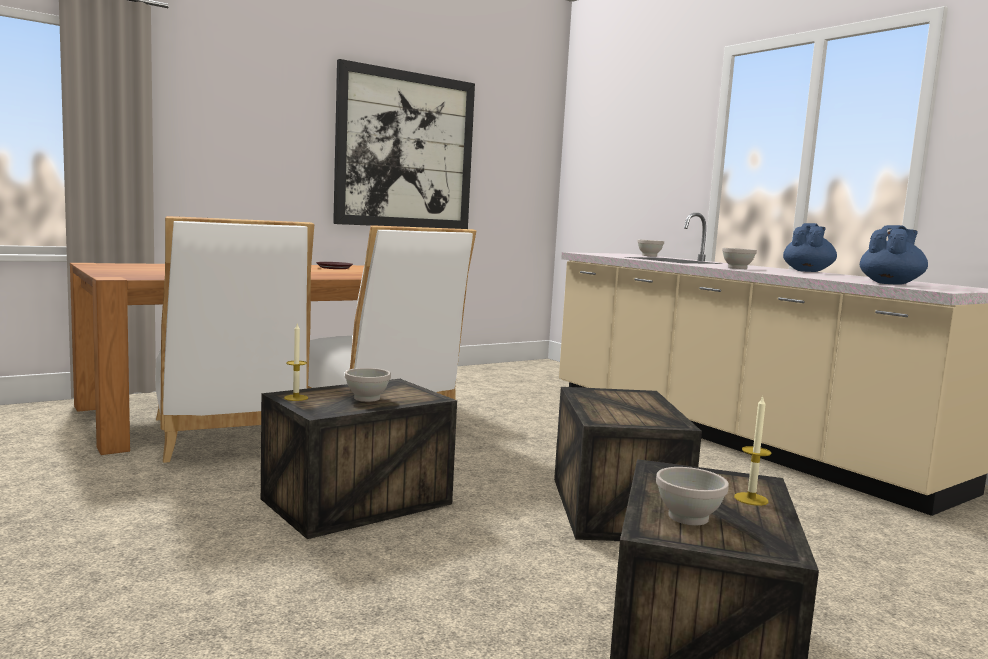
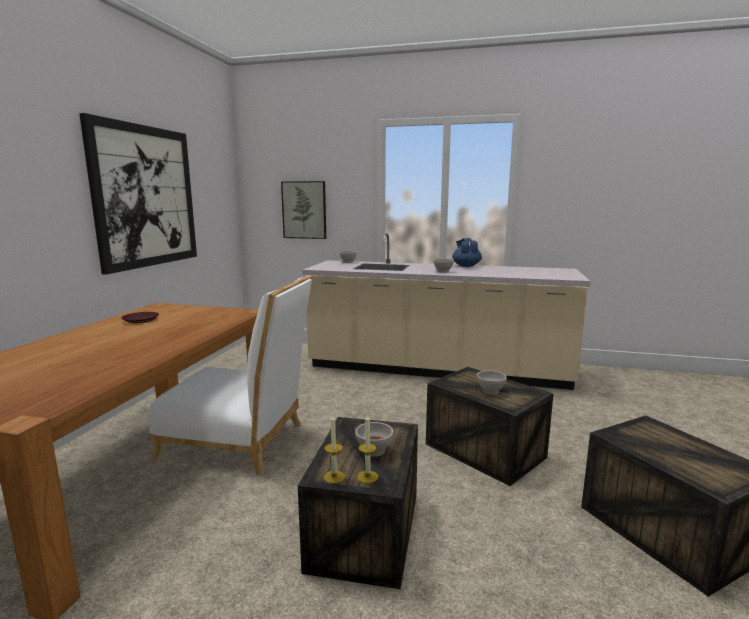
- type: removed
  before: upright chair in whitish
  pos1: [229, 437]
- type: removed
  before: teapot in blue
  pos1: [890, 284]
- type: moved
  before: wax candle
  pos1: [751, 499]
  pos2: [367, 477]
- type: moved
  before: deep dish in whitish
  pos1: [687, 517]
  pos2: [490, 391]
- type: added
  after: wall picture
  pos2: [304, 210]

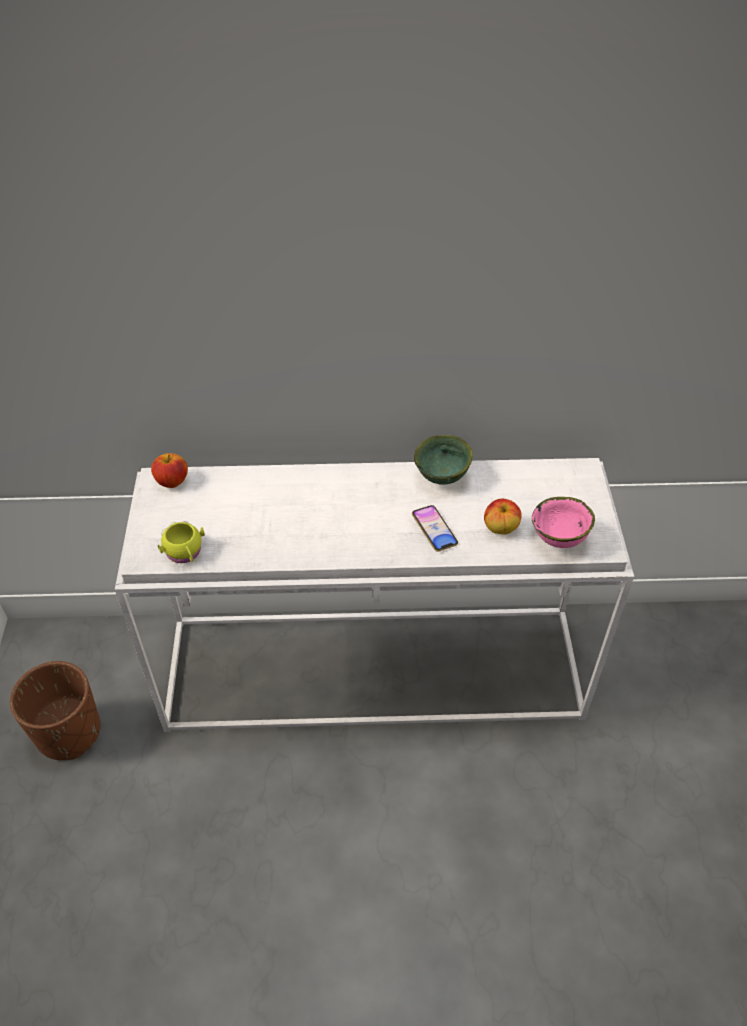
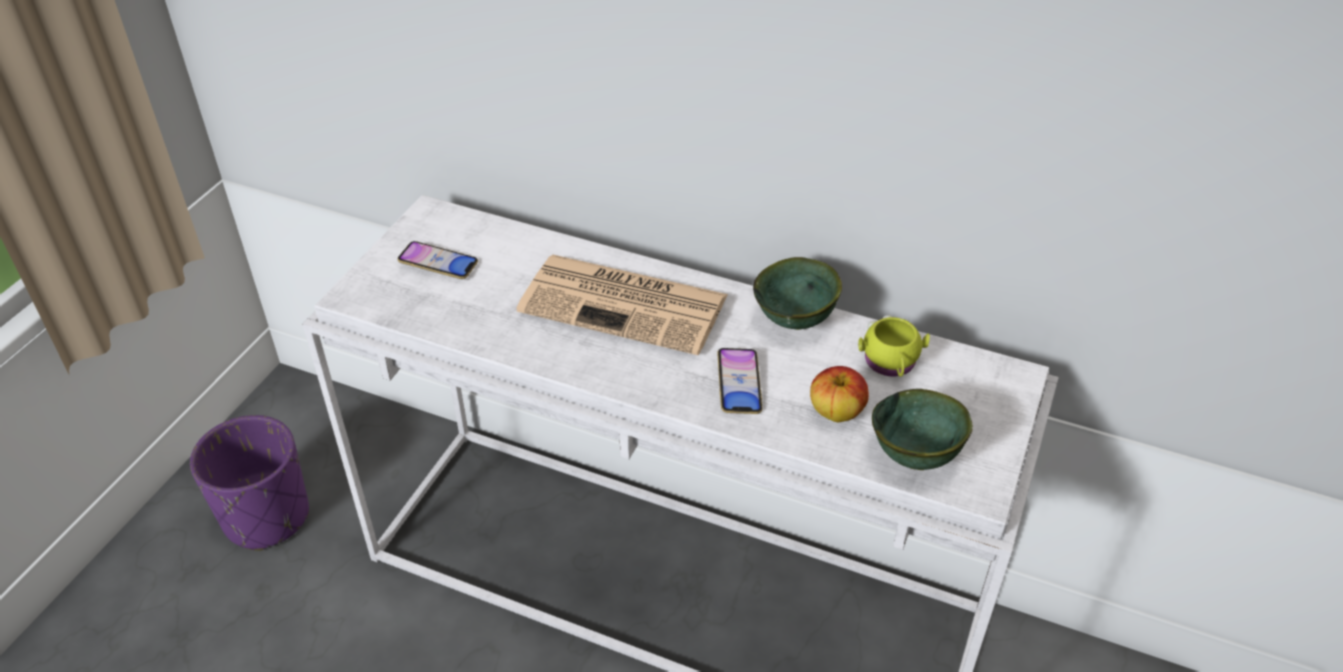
- type: removed
  before: whole apple
  pos1: [172, 481]
- type: recoloured
  before: deep dish in pink-coloured
  after: deep dish in greenish
  pos1: [559, 540]
  pos2: [914, 458]
- type: moved
  before: coffee mug in yellow
  pos1: [185, 553]
  pos2: [890, 364]
- type: recoloured
  before: flower pot in brownish
  after: flower pot in purple-coloured
  pos1: [69, 732]
  pos2: [267, 517]
- type: added
  after: telephone
  pos2: [438, 264]
- type: added
  after: printed paper
  pos2: [627, 304]

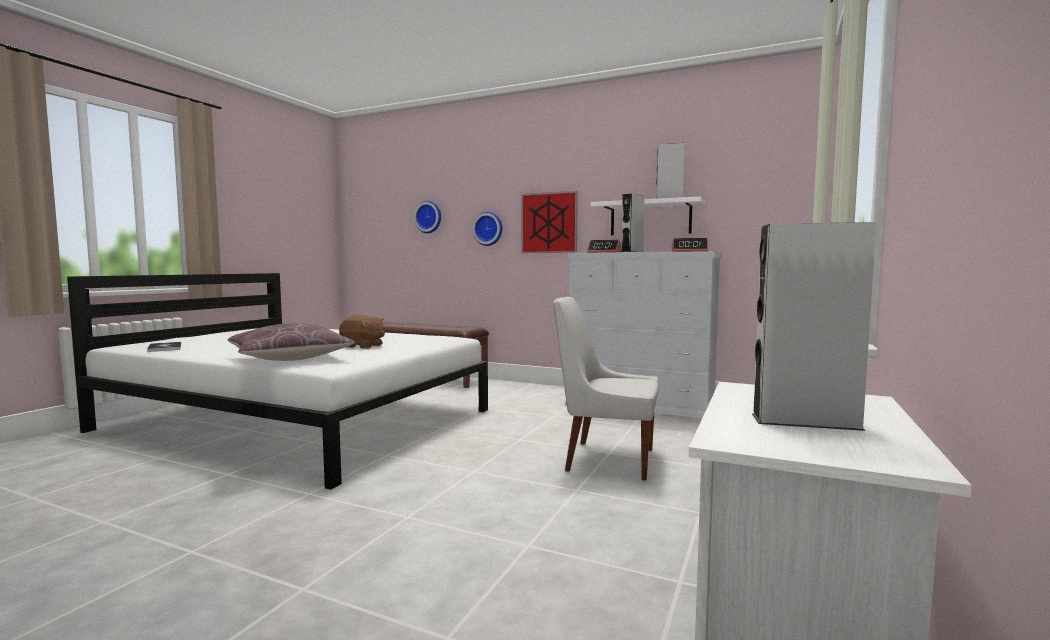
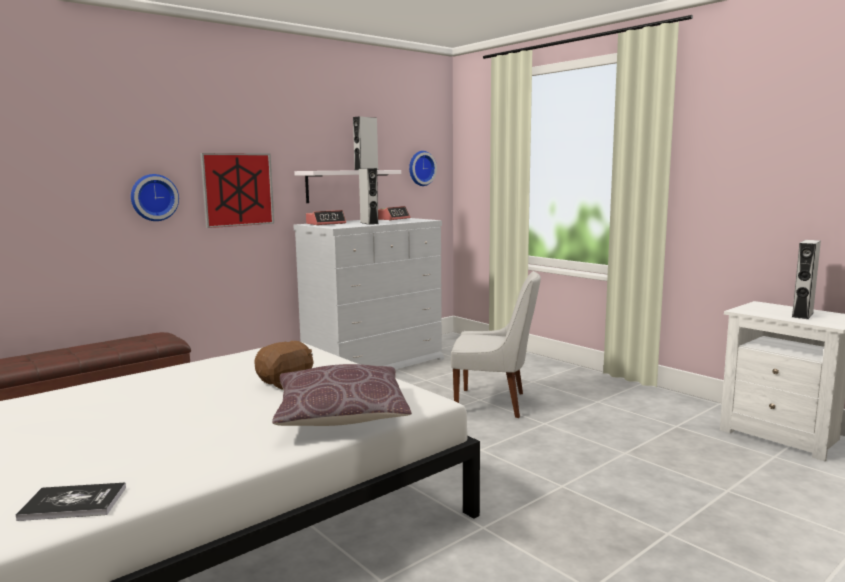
- type: moved
  before: clock on the wall
  pos1: [429, 217]
  pos2: [420, 168]
- type: turned
  before: upright chair in whitish
  pos1: [606, 460]
  pos2: [493, 403]
  turn: -120

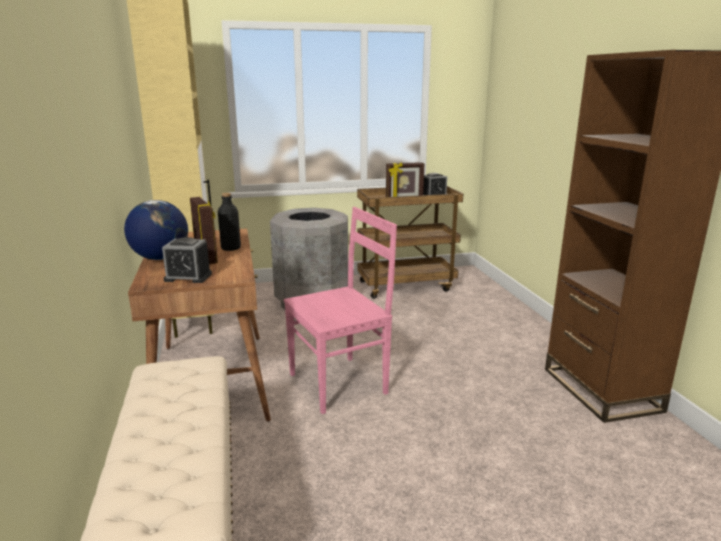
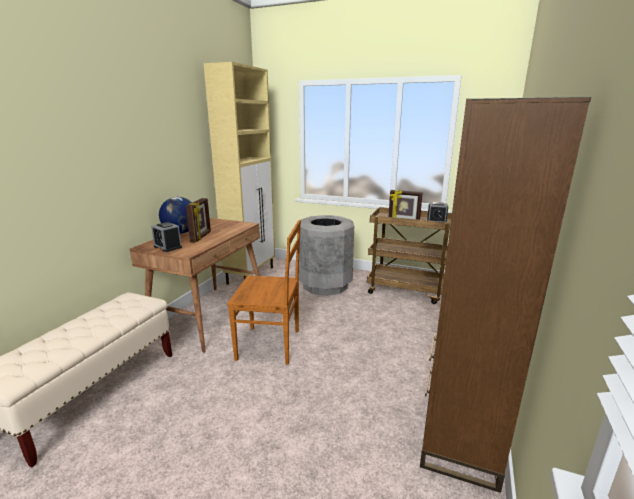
- type: removed
  before: drink bottle in blackish
  pos1: [231, 248]
- type: recoloured
  before: upright chair in pink-coloured
  after: upright chair in brownish
  pos1: [340, 383]
  pos2: [270, 345]

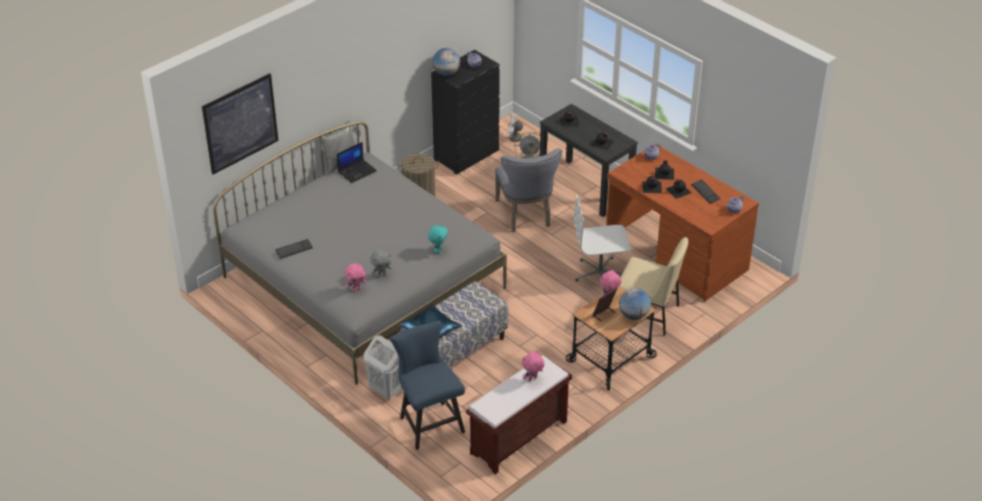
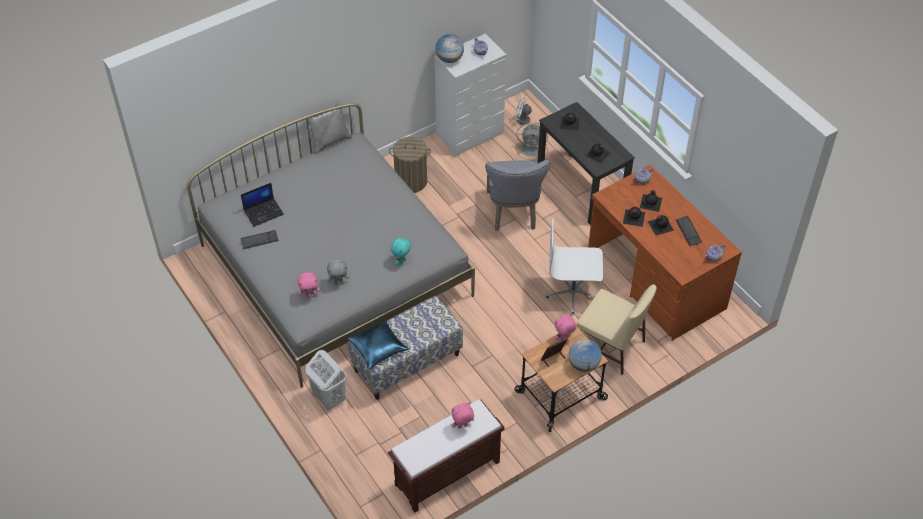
- type: recoloured
  before: dresser in blackish
  after: dresser in whitish
  pos1: [467, 155]
  pos2: [470, 134]
- type: removed
  before: wall picture
  pos1: [240, 123]
- type: moved
  before: notebook computer
  pos1: [357, 171]
  pos2: [263, 212]
- type: removed
  before: upright chair in blue
  pos1: [429, 422]

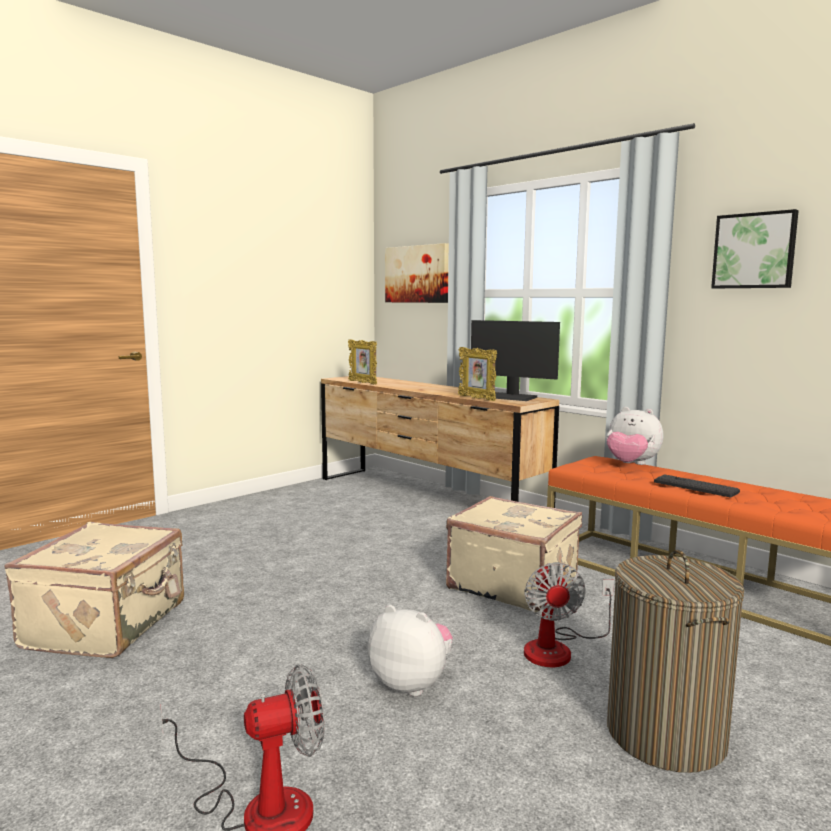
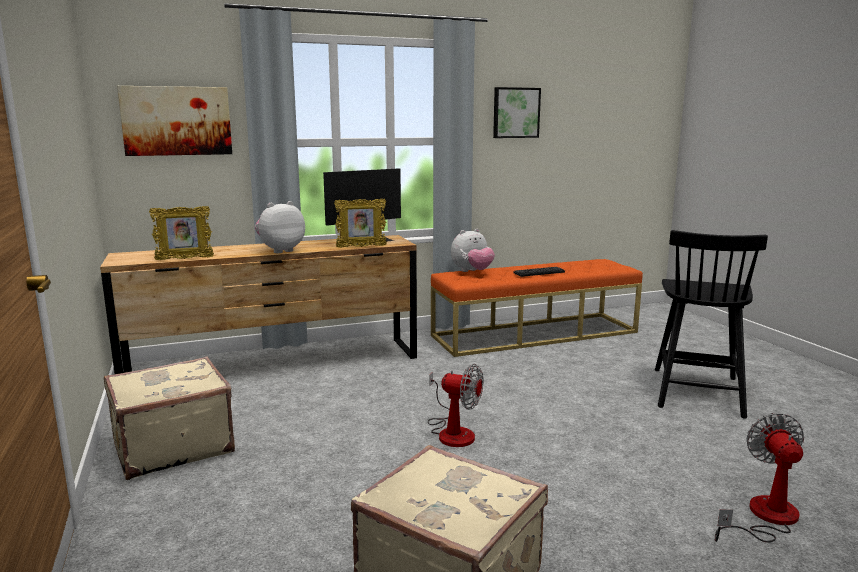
- type: moved
  before: piece of luggage in beige
  pos1: [513, 585]
  pos2: [172, 447]
- type: replaced
  before: laundry basket
  after: upright chair in blackish
  pos1: [665, 734]
  pos2: [697, 391]
- type: moved
  before: fan
  pos1: [558, 648]
  pos2: [452, 431]
- type: moved
  before: plush toy
  pos1: [411, 683]
  pos2: [280, 250]

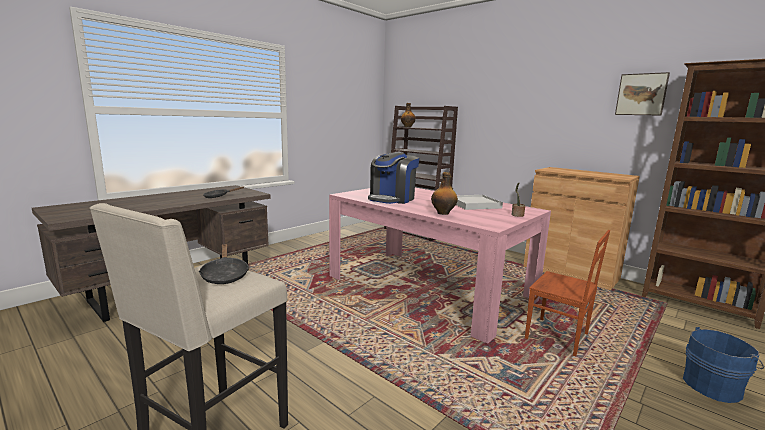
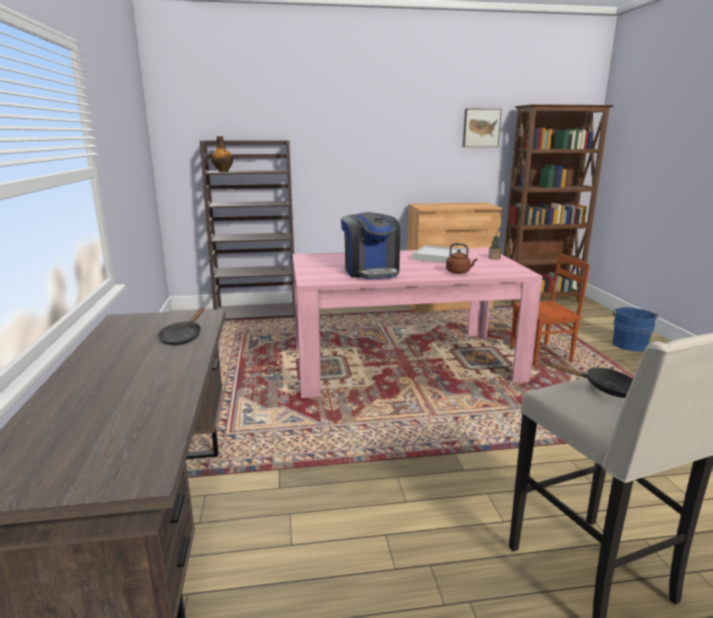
- type: replaced
  before: drink bottle
  after: water kettle in brownish
  pos1: [443, 213]
  pos2: [459, 272]

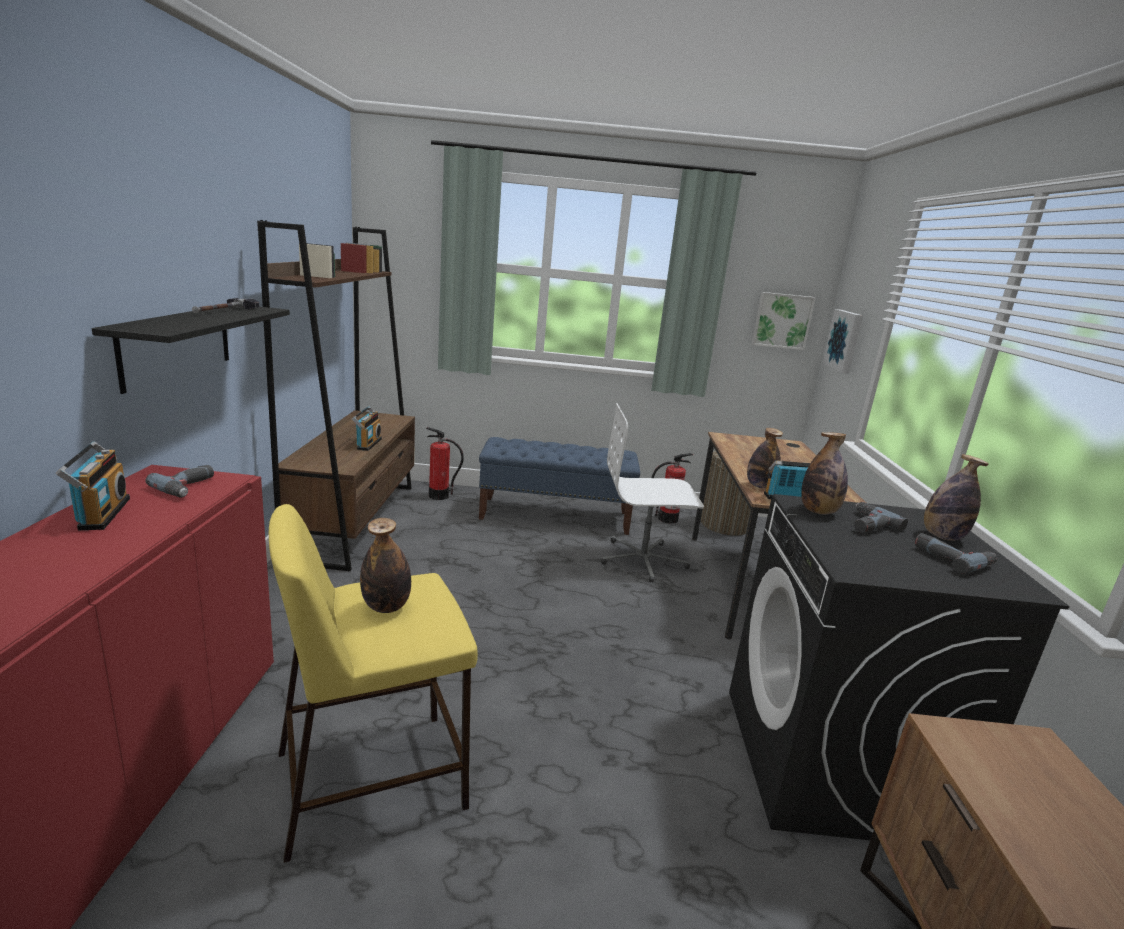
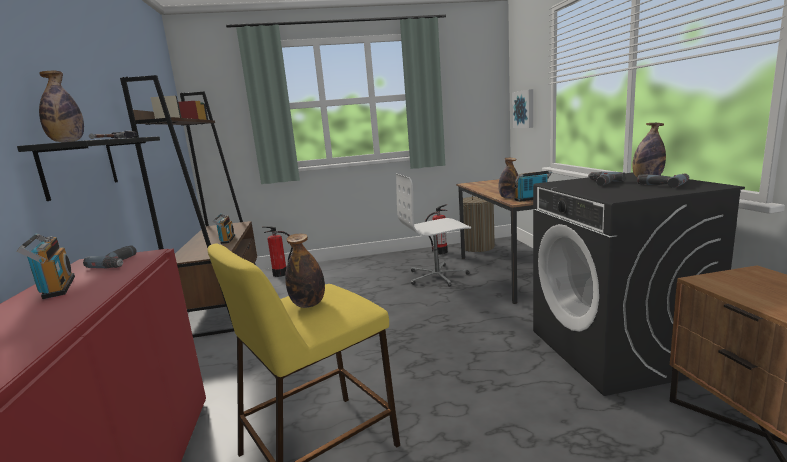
- type: removed
  before: wall picture
  pos1: [782, 320]
- type: moved
  before: drink bottle
  pos1: [818, 511]
  pos2: [67, 142]
- type: removed
  before: indoor bench in blue
  pos1: [555, 515]

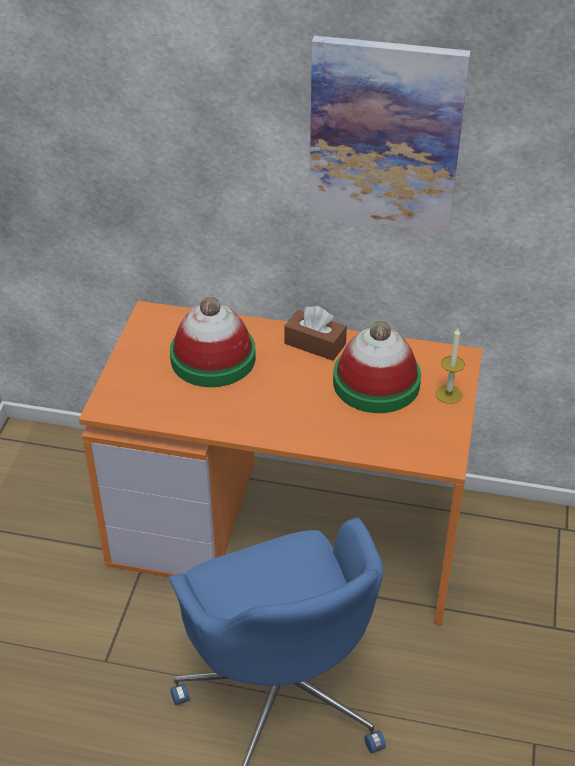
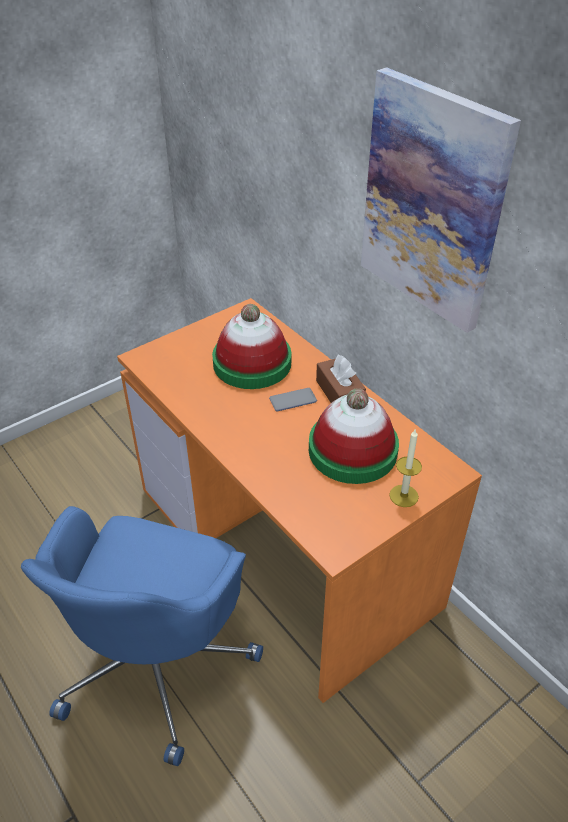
- type: added
  after: telephone
  pos2: [293, 400]

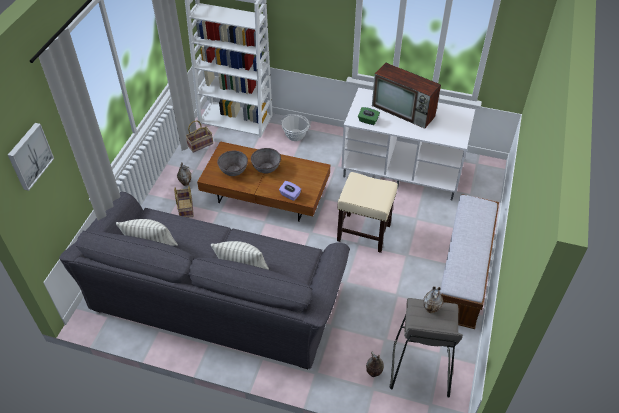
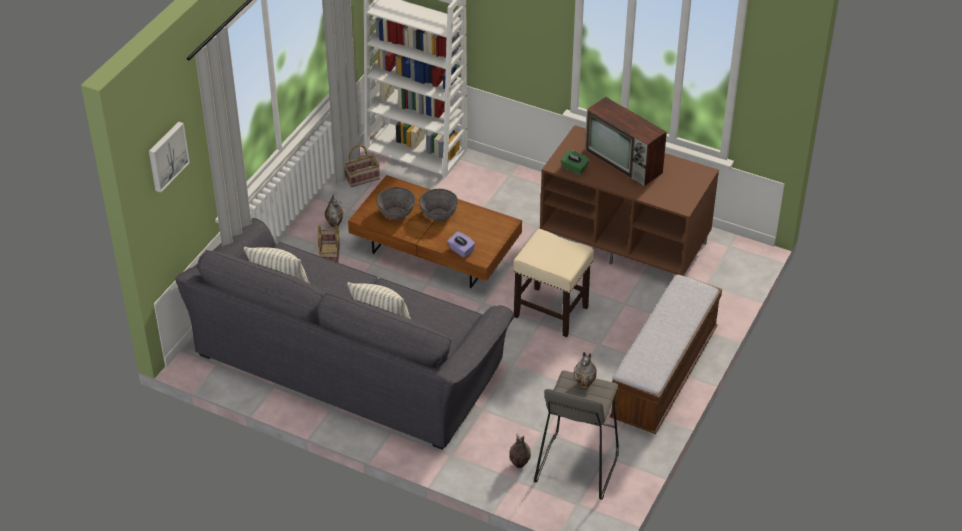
- type: recoloured
  before: tv stand in whitish
  after: tv stand in brownish
  pos1: [403, 170]
  pos2: [626, 242]
- type: removed
  before: storage basket
  pos1: [295, 135]

